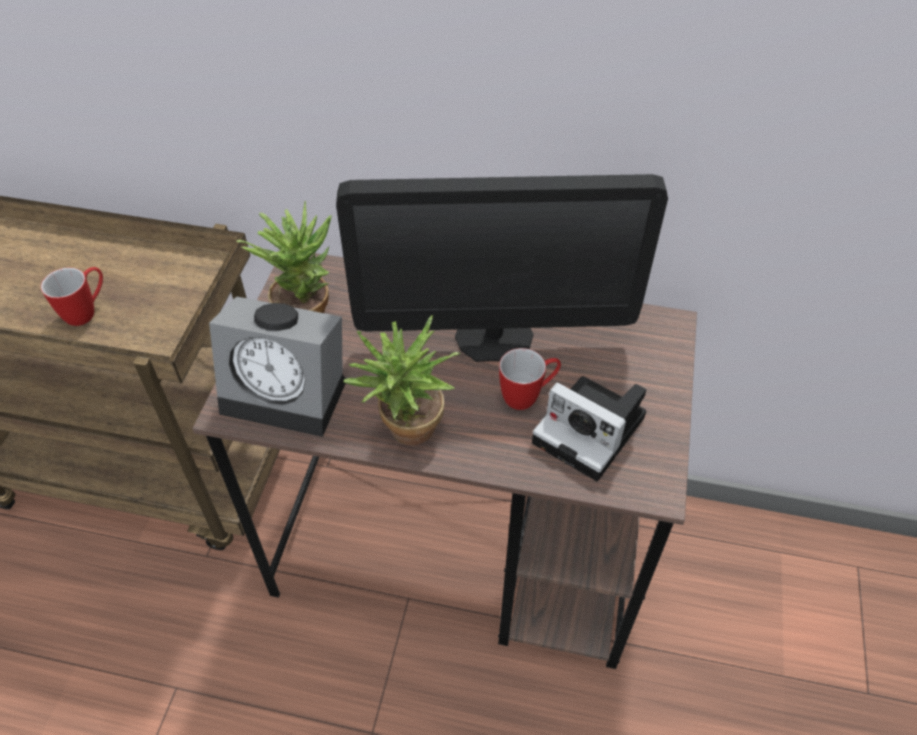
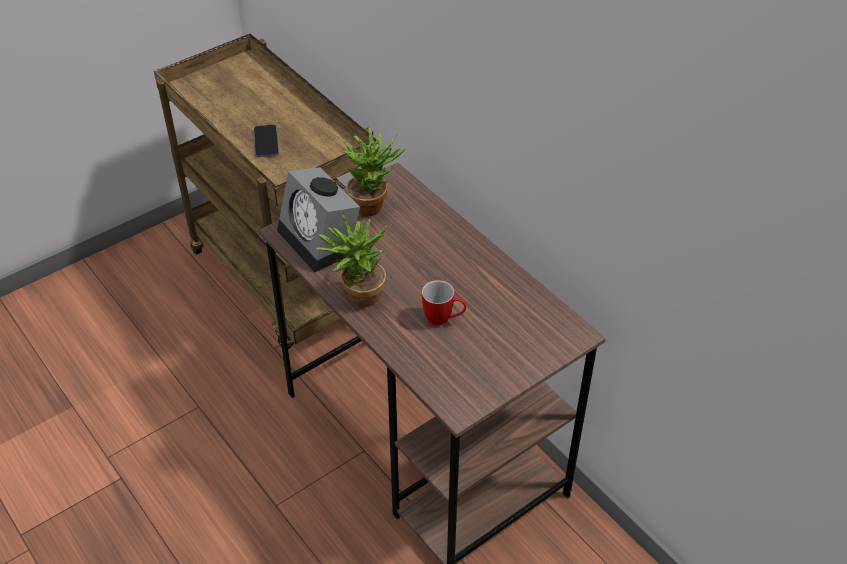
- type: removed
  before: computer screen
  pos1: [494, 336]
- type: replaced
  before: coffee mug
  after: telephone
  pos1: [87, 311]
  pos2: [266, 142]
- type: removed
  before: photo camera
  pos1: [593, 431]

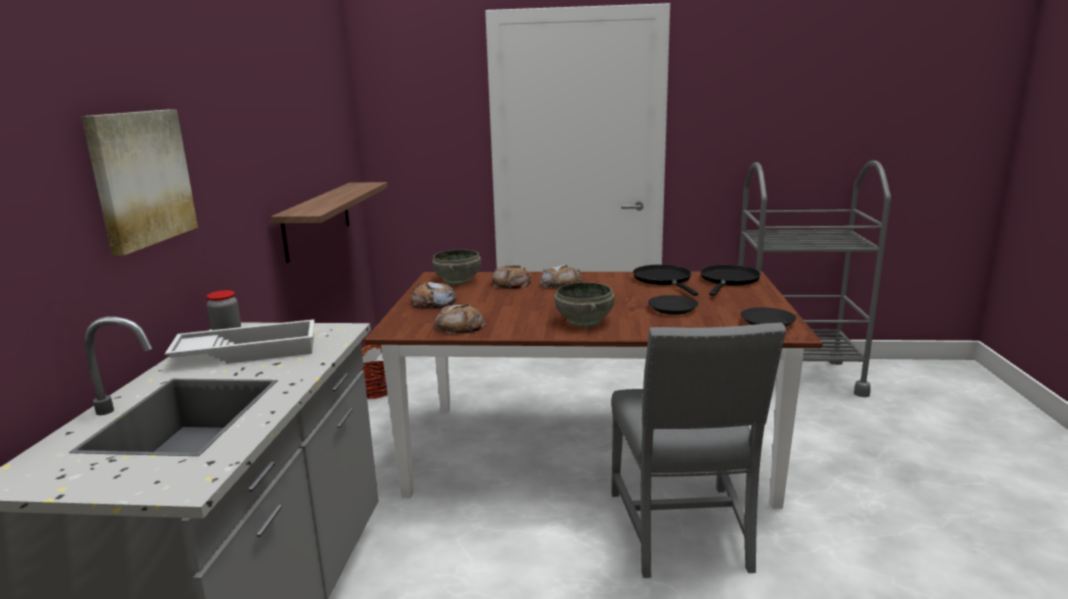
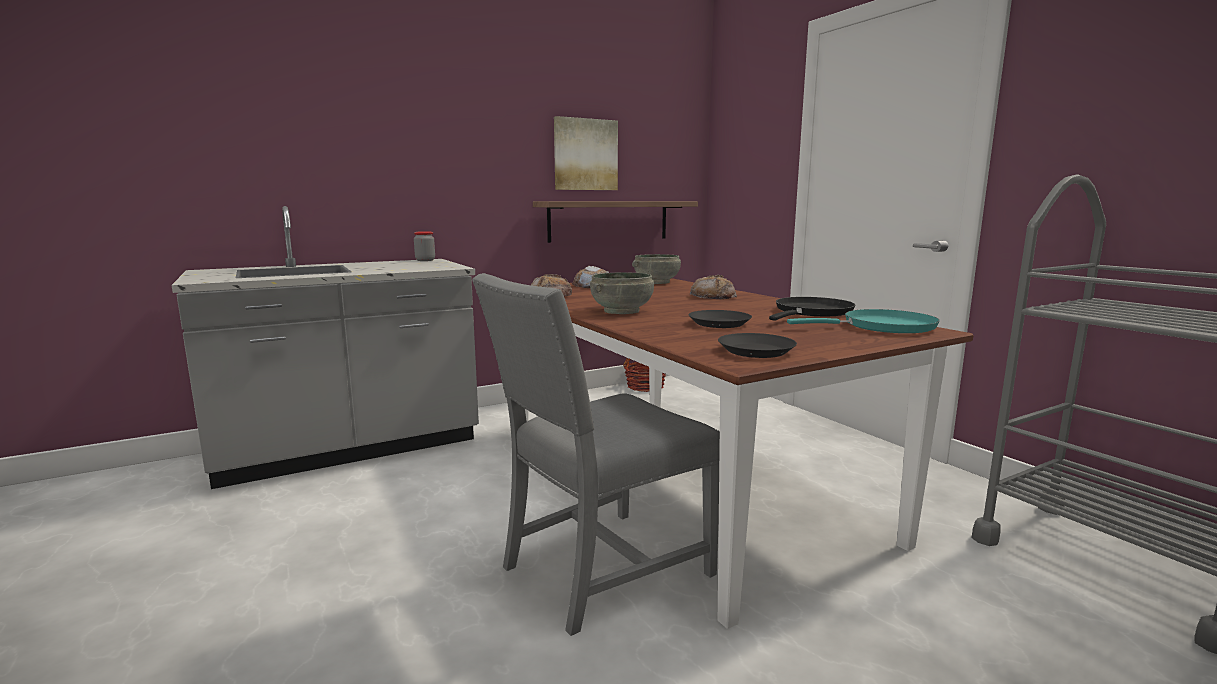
- type: moved
  before: wall picture
  pos1: [140, 178]
  pos2: [585, 155]
- type: removed
  before: bread
  pos1: [511, 283]
- type: recoloured
  before: skillet in blackish
  after: skillet in turquoise-coloured
  pos1: [728, 280]
  pos2: [882, 327]
- type: removed
  before: carrying tray in whitish
  pos1: [248, 351]

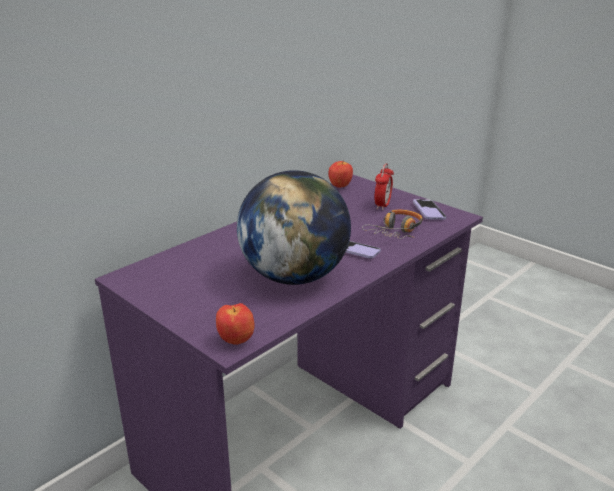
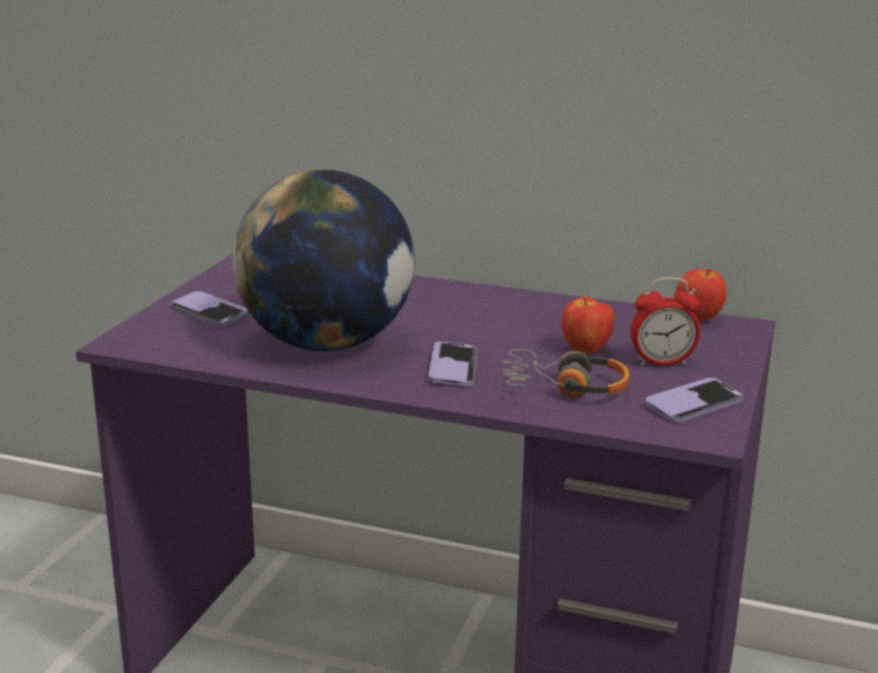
- type: moved
  before: whole apple
  pos1: [236, 341]
  pos2: [586, 352]
- type: added
  after: telephone
  pos2: [208, 312]

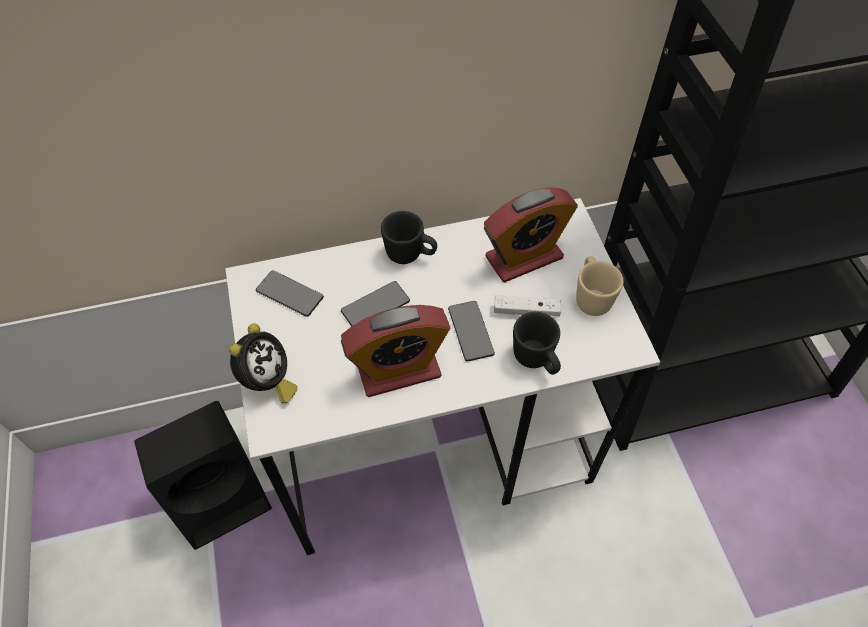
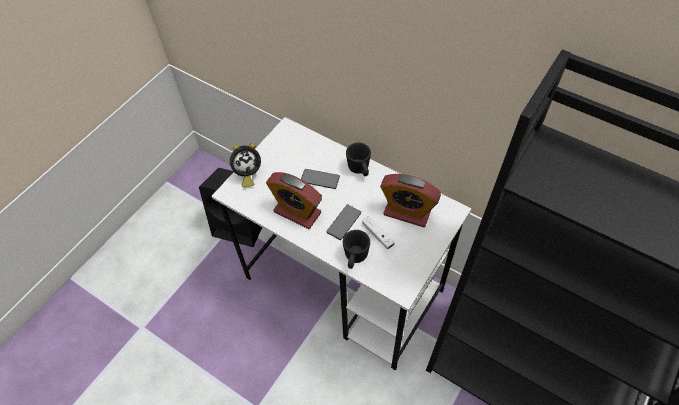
- type: removed
  before: coffee mug in beige
  pos1: [591, 297]
- type: removed
  before: telephone
  pos1: [290, 294]

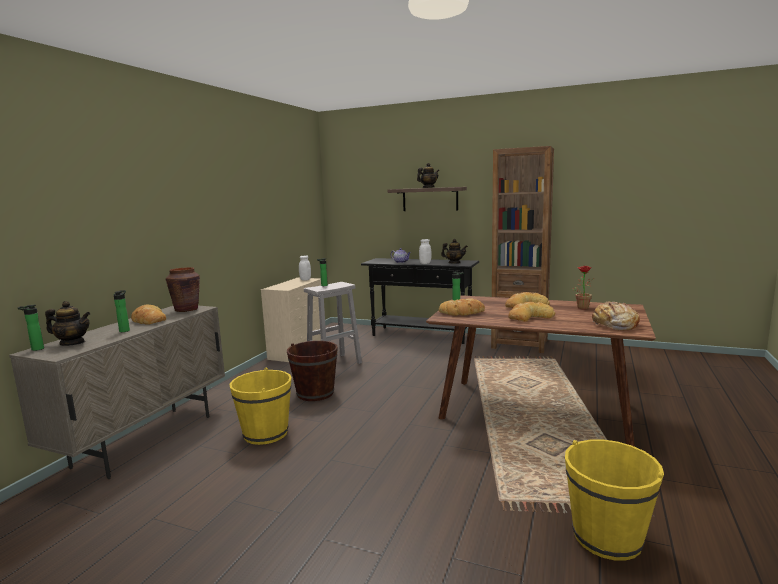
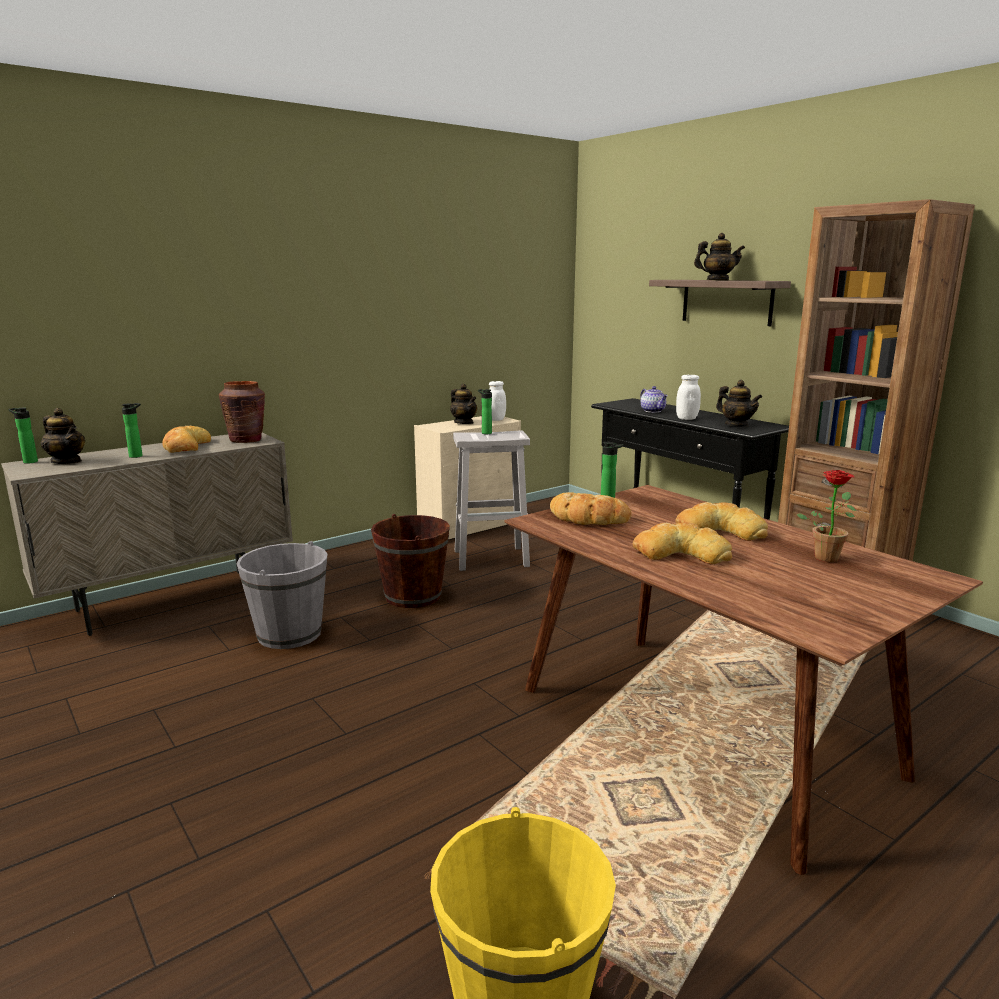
- type: removed
  before: bread
  pos1: [614, 325]
- type: recoloured
  before: water bucket in yellow
  after: water bucket in grey
  pos1: [265, 433]
  pos2: [289, 634]
- type: added
  after: teapot
  pos2: [464, 422]

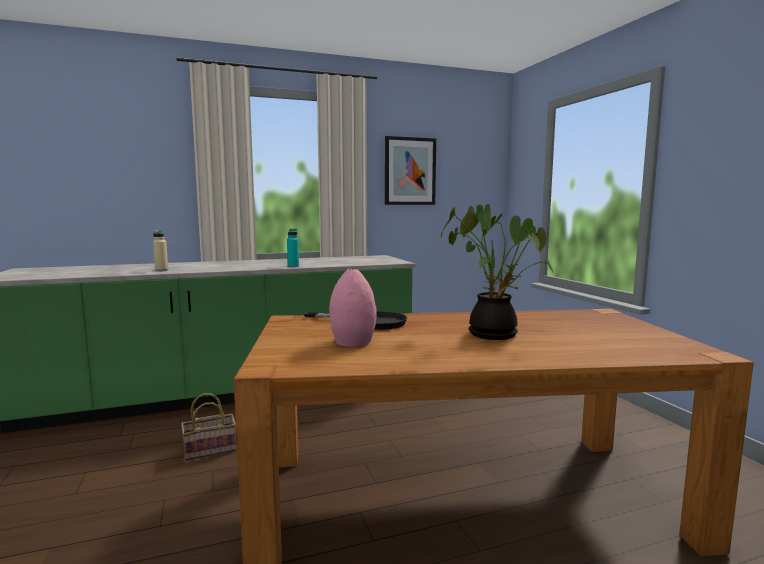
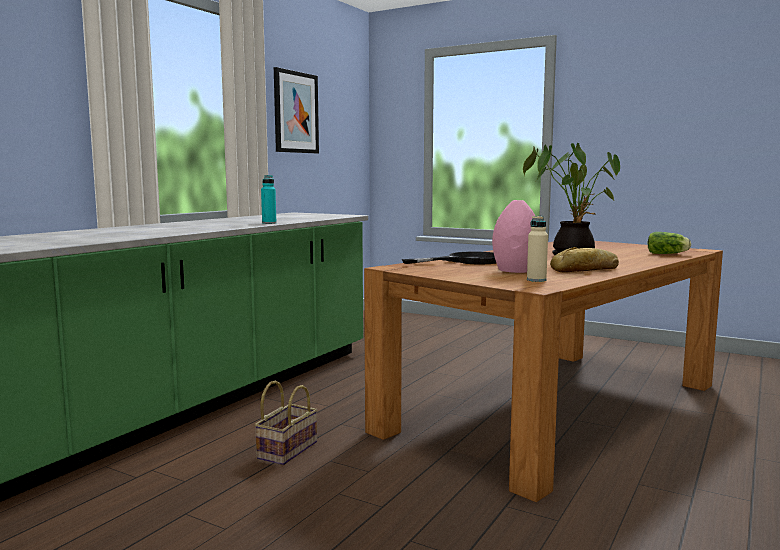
- type: moved
  before: drink bottle in beige
  pos1: [161, 270]
  pos2: [536, 280]
- type: added
  after: head of lettuce
  pos2: [668, 254]
- type: added
  after: bread
  pos2: [586, 269]

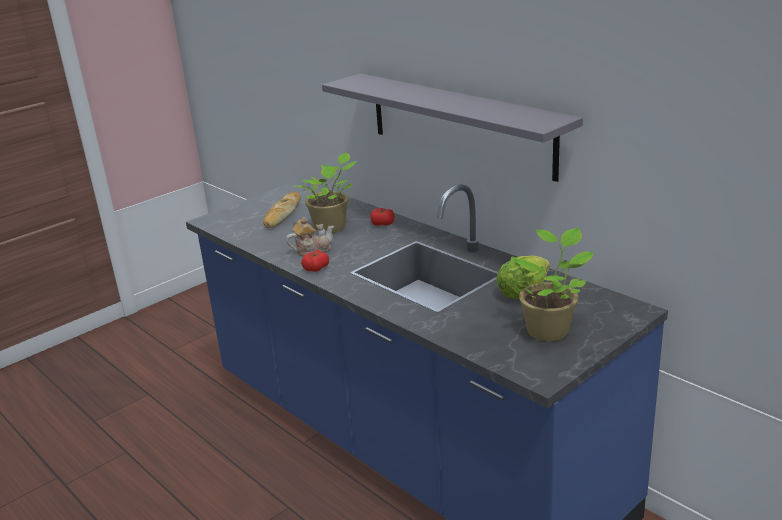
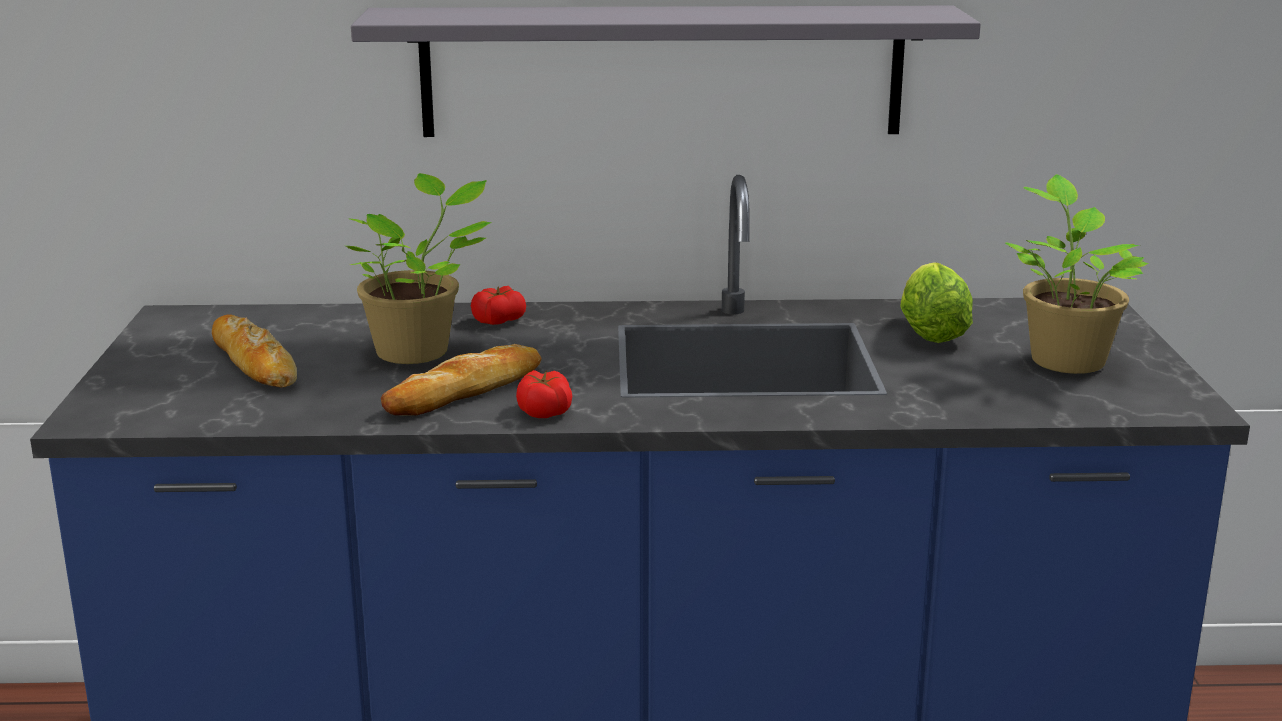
- type: replaced
  before: teapot
  after: bread
  pos1: [312, 250]
  pos2: [466, 390]

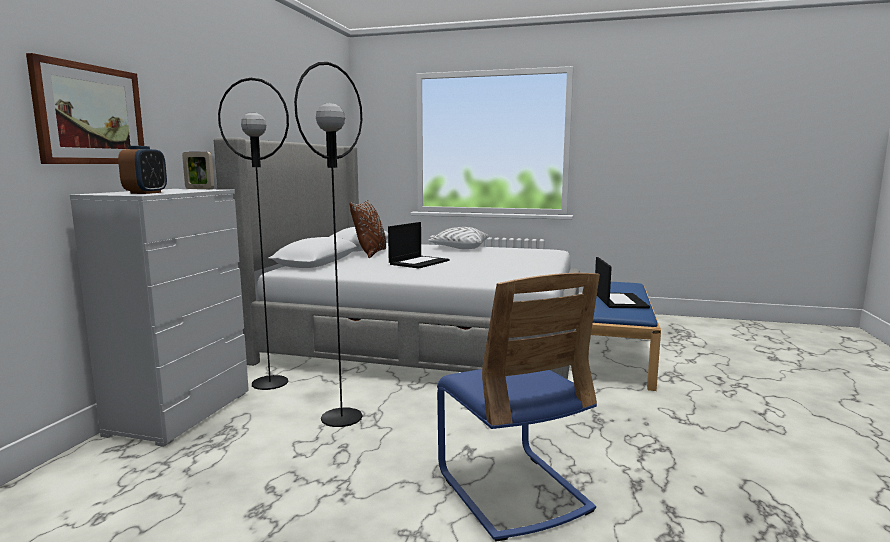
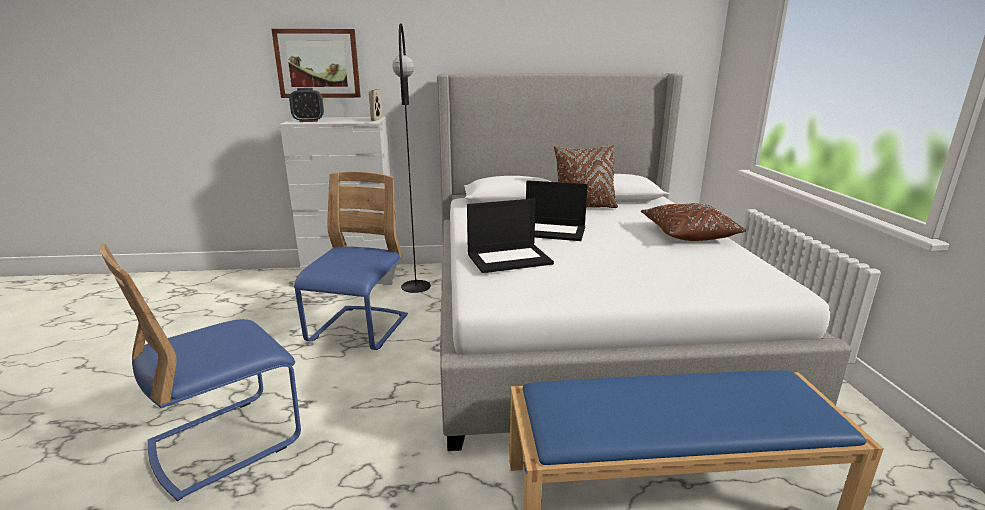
- type: replaced
  before: floor lamp in blackish
  after: upright chair in blue
  pos1: [341, 417]
  pos2: [359, 330]
- type: recoloured
  before: throw pillow in whitish
  after: throw pillow in brownish
  pos1: [459, 248]
  pos2: [687, 234]
- type: moved
  before: notebook computer
  pos1: [619, 301]
  pos2: [510, 258]

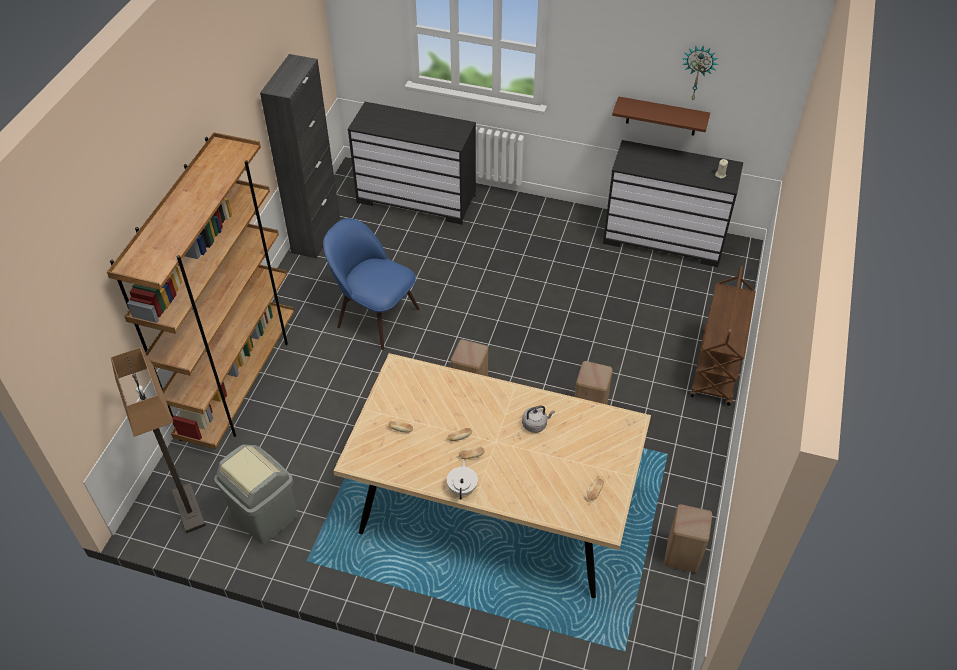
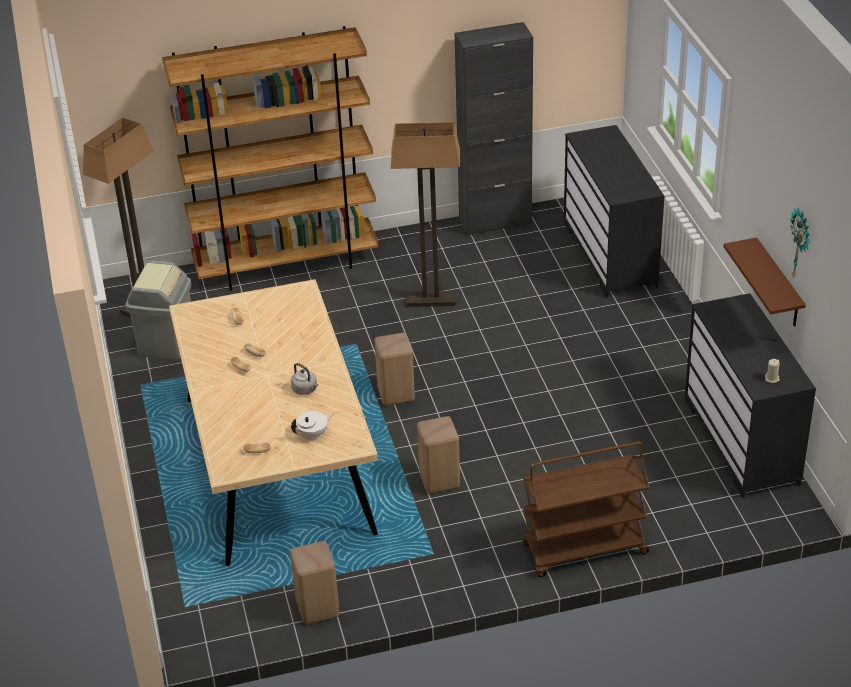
- type: replaced
  before: upright chair in blue
  after: floor lamp
  pos1: [375, 316]
  pos2: [431, 300]
- type: moved
  before: teapot in whitish
  pos1: [462, 488]
  pos2: [313, 434]

